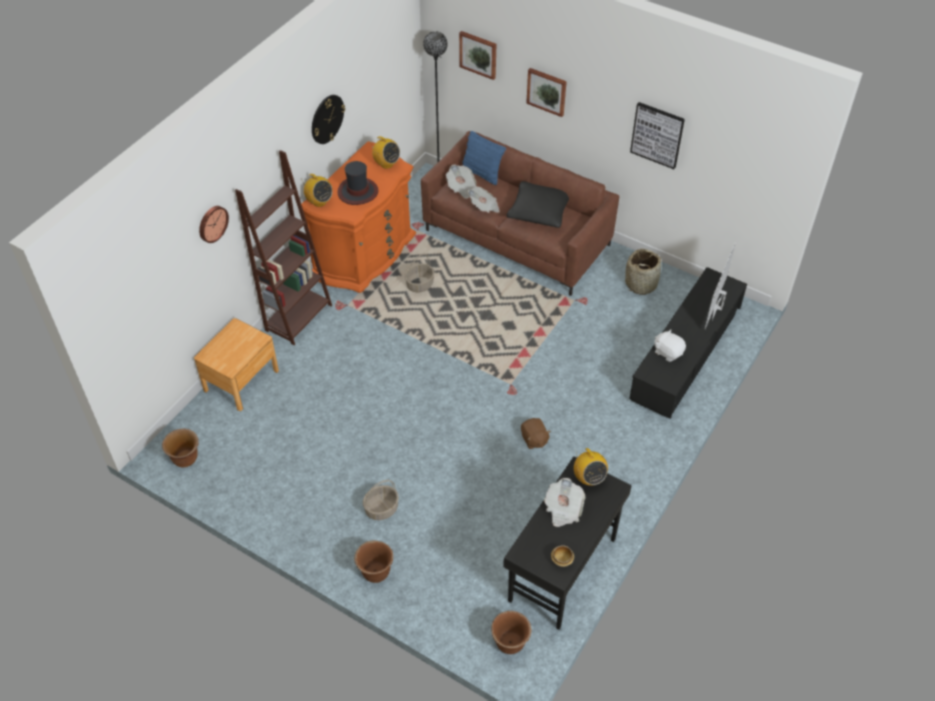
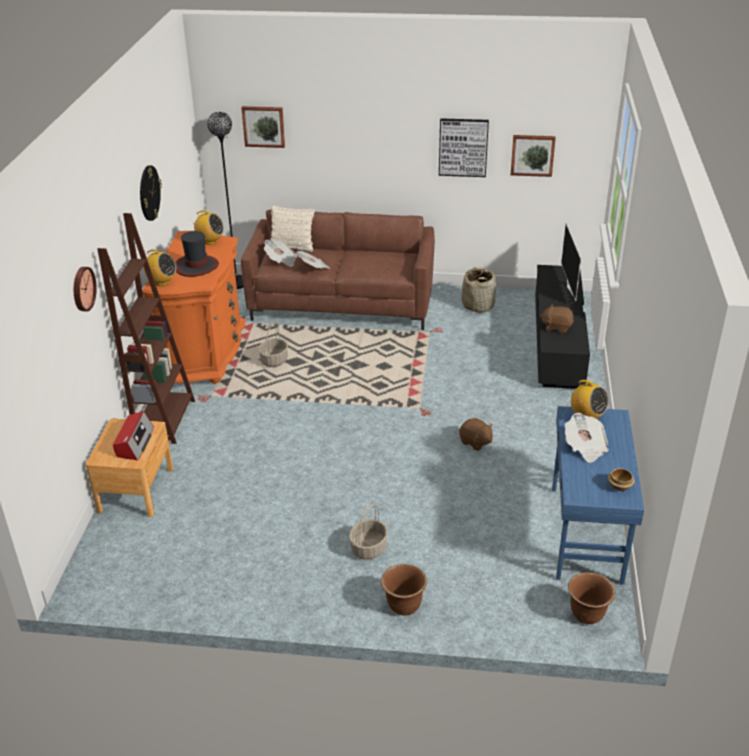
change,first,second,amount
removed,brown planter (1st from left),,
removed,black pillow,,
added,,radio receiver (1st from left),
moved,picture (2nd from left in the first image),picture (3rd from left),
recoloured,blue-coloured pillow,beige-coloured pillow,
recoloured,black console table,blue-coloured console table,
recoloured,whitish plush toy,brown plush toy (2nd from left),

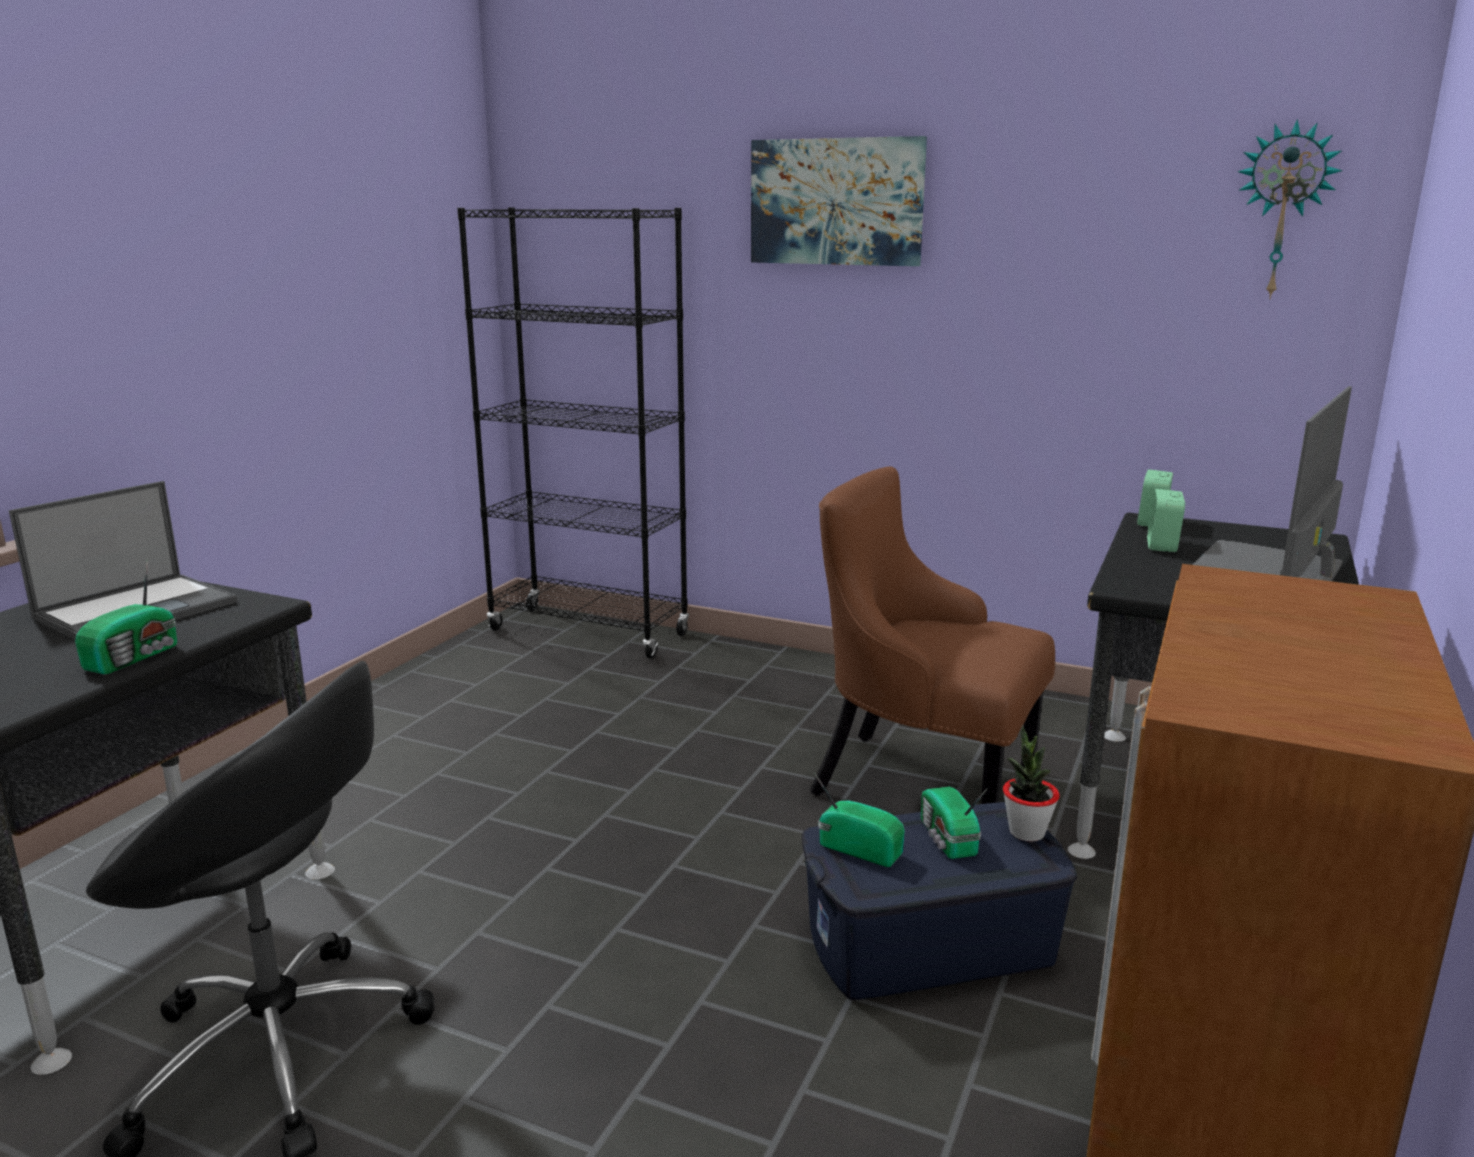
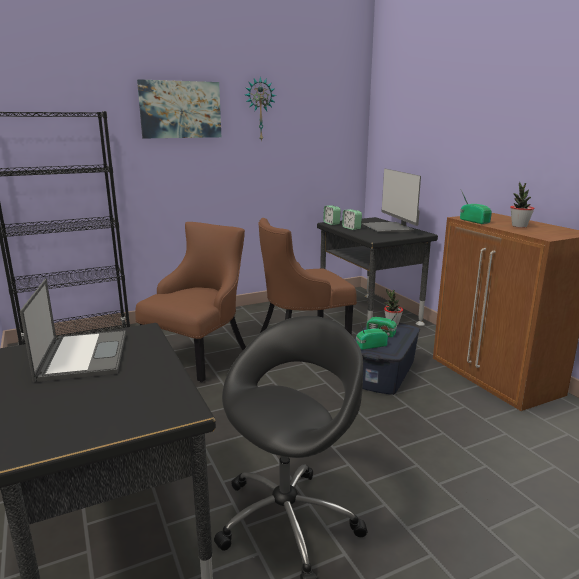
change,first,second,amount
added,,brown chair (1st from left),
added,,potted plant (2nd from left),
moved,radio receiver (1st from left in the first image),radio receiver (3rd from left),
moved,wall clock,,

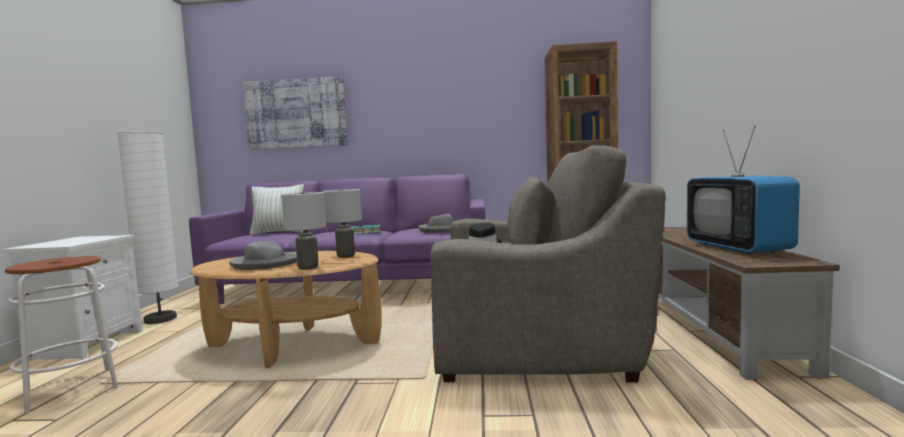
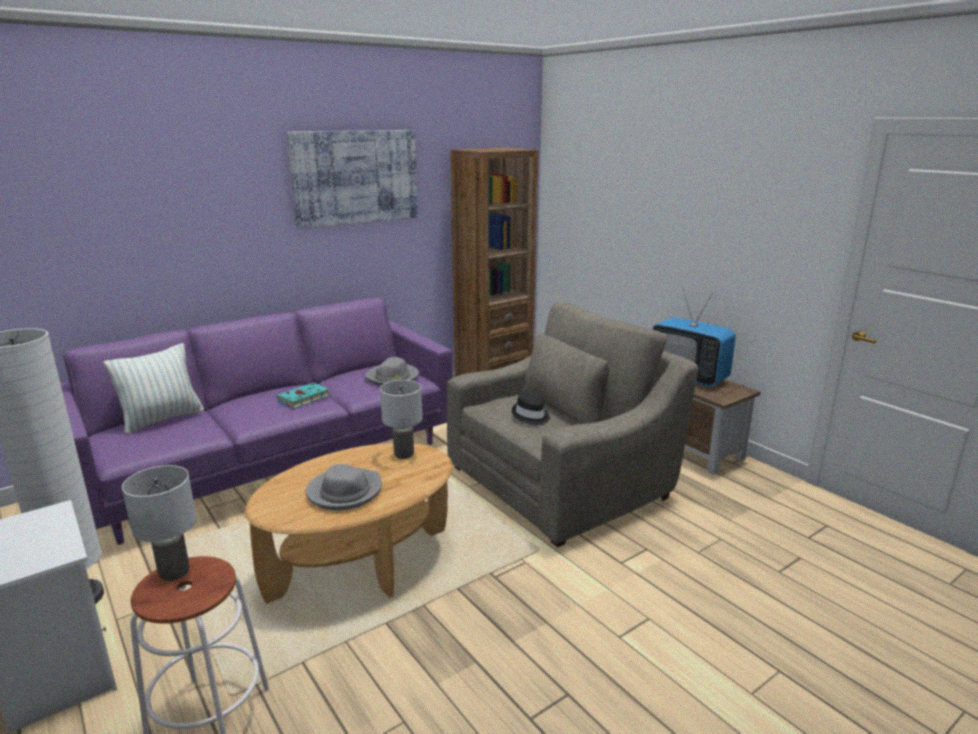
change,first,second,amount
moved,picture,,
moved,whitish table lamp (1st from left),,

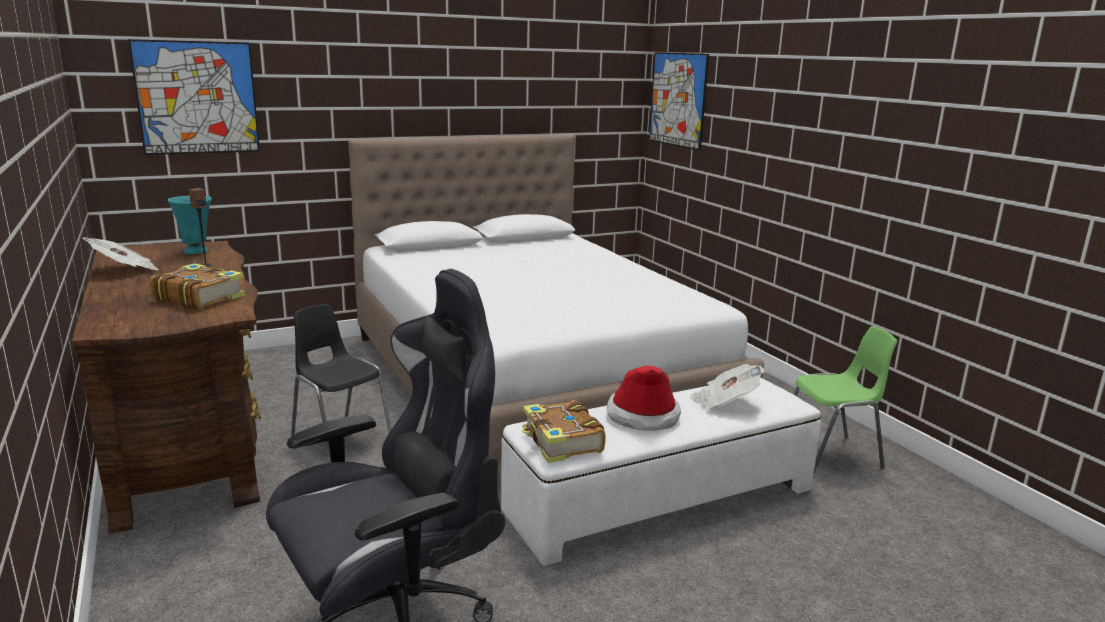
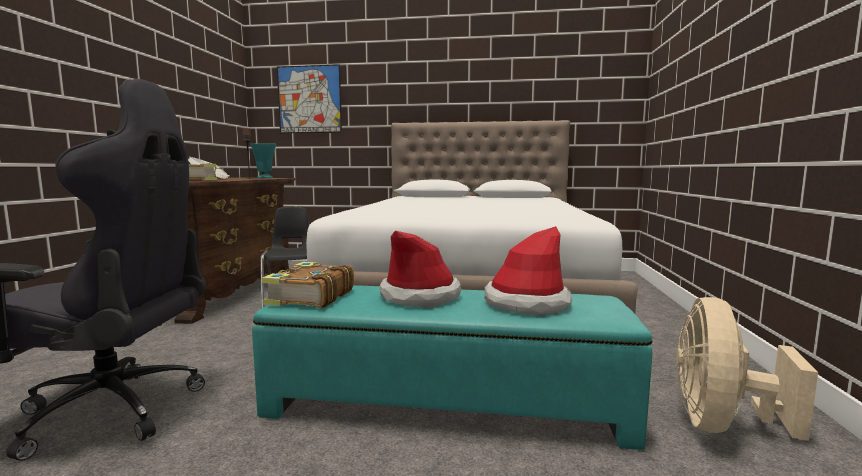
change,first,second,amount
removed,picture (2nd from left),,
replaced,daily paper (2nd from left),hat (2nd from left),
replaced,green chair,beige-coloured electric fan,
recoloured,whitish long seat,turquoise-coloured long seat,

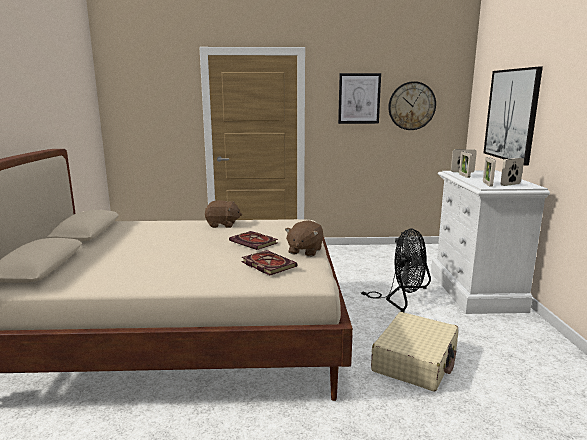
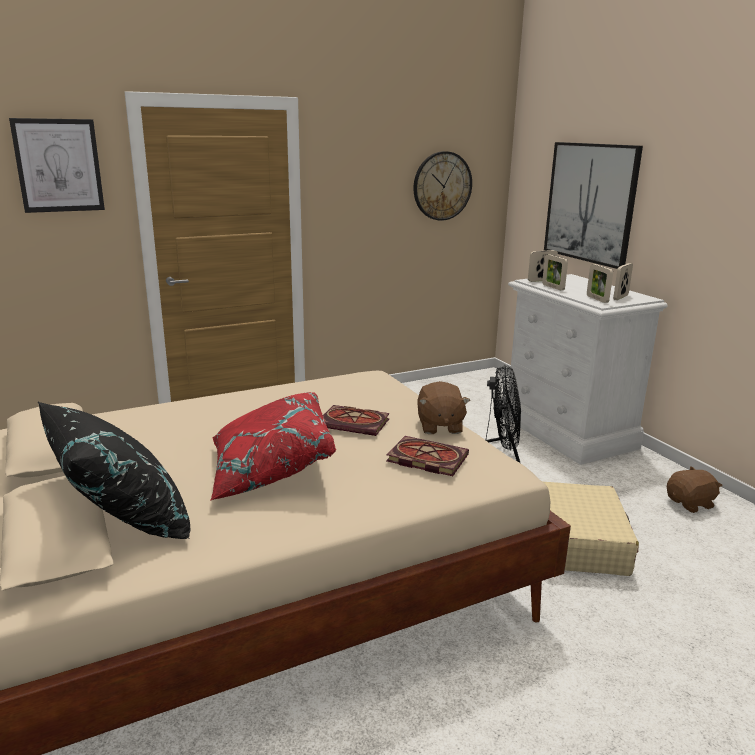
change,first,second,amount
added,,black pillow,
added,,red pillow,
moved,brown plush toy (1st from left in the first image),brown plush toy (2nd from left),
moved,picture (1st from left),,

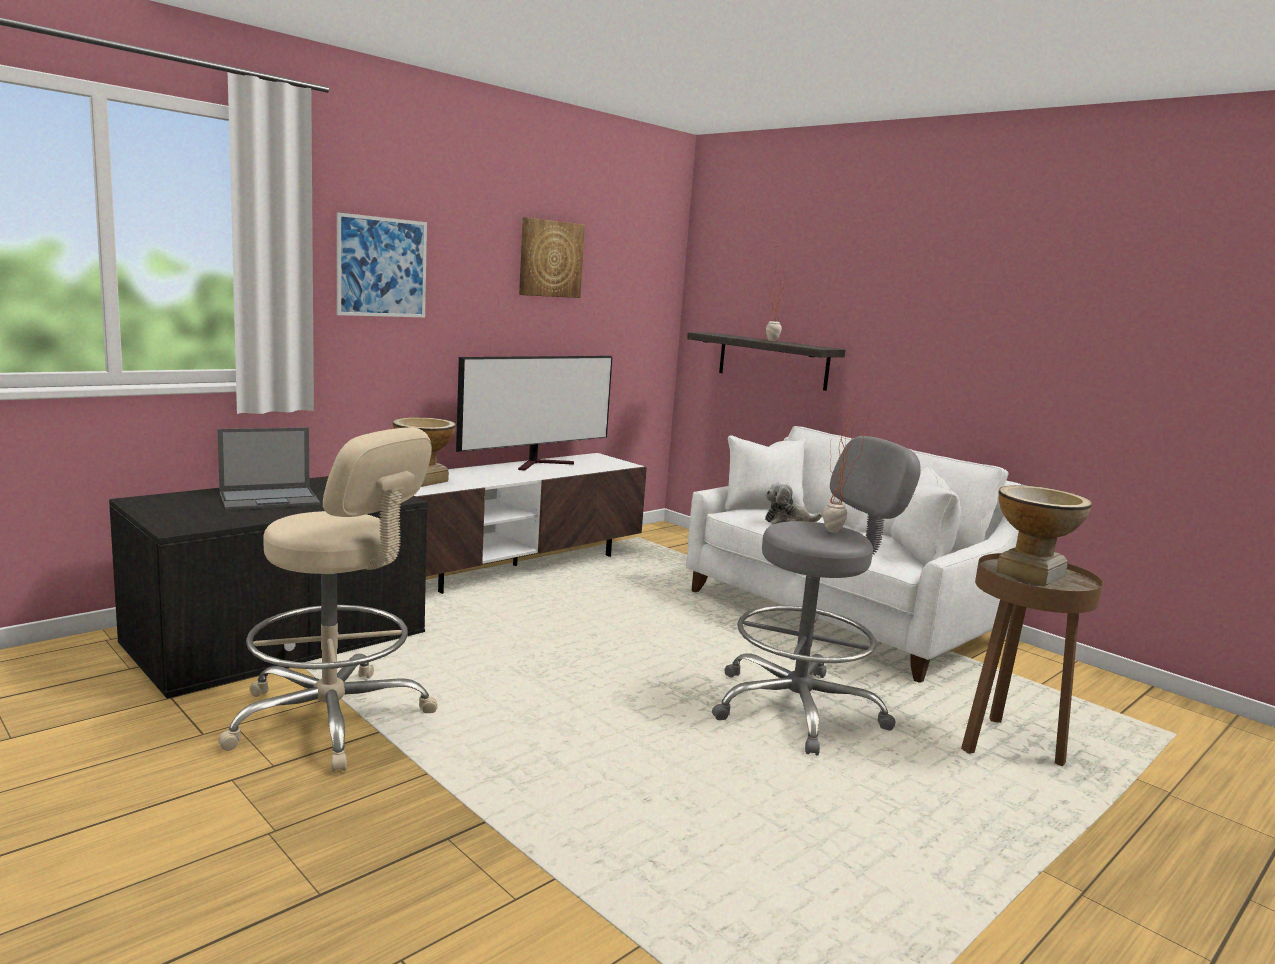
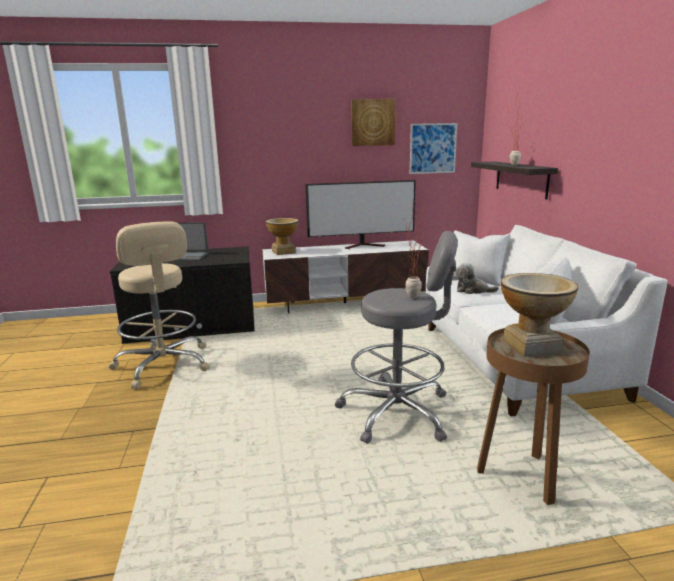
change,first,second,amount
moved,picture (1st from left in the first image),picture (2nd from left),

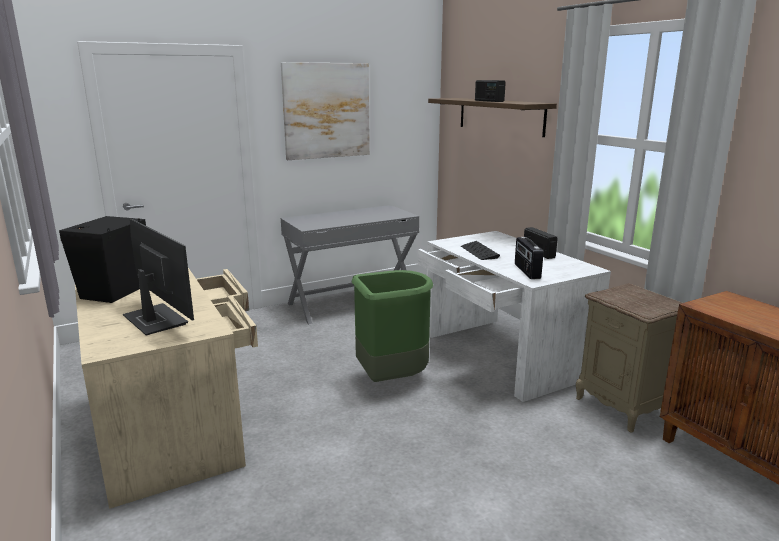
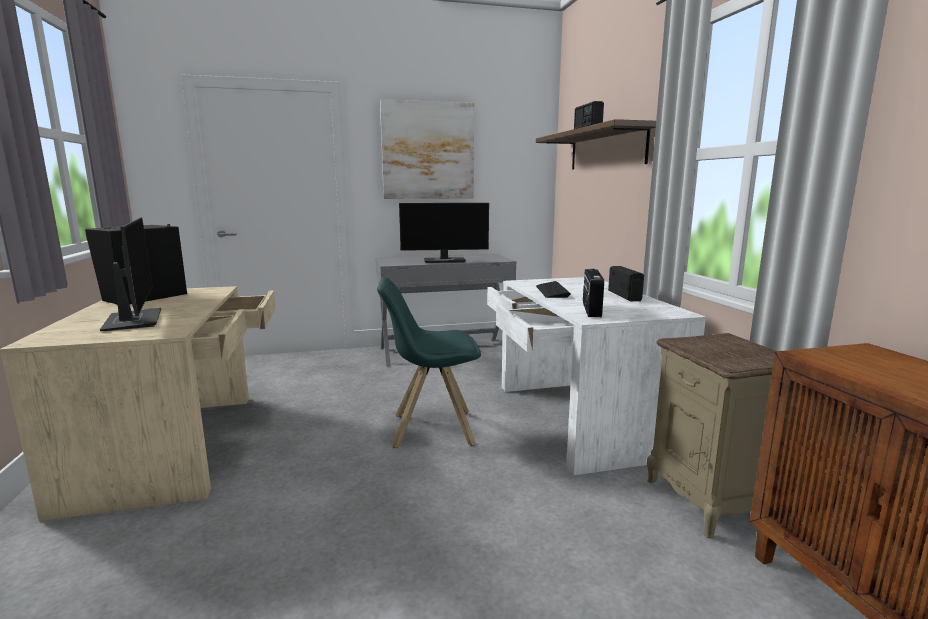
change,first,second,amount
added,,monitor (2nd from left),
replaced,green waste bin,turquoise-coloured chair,

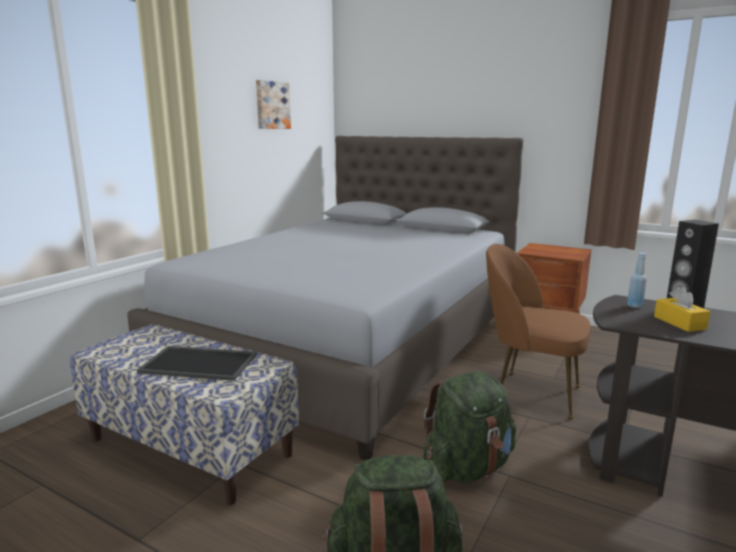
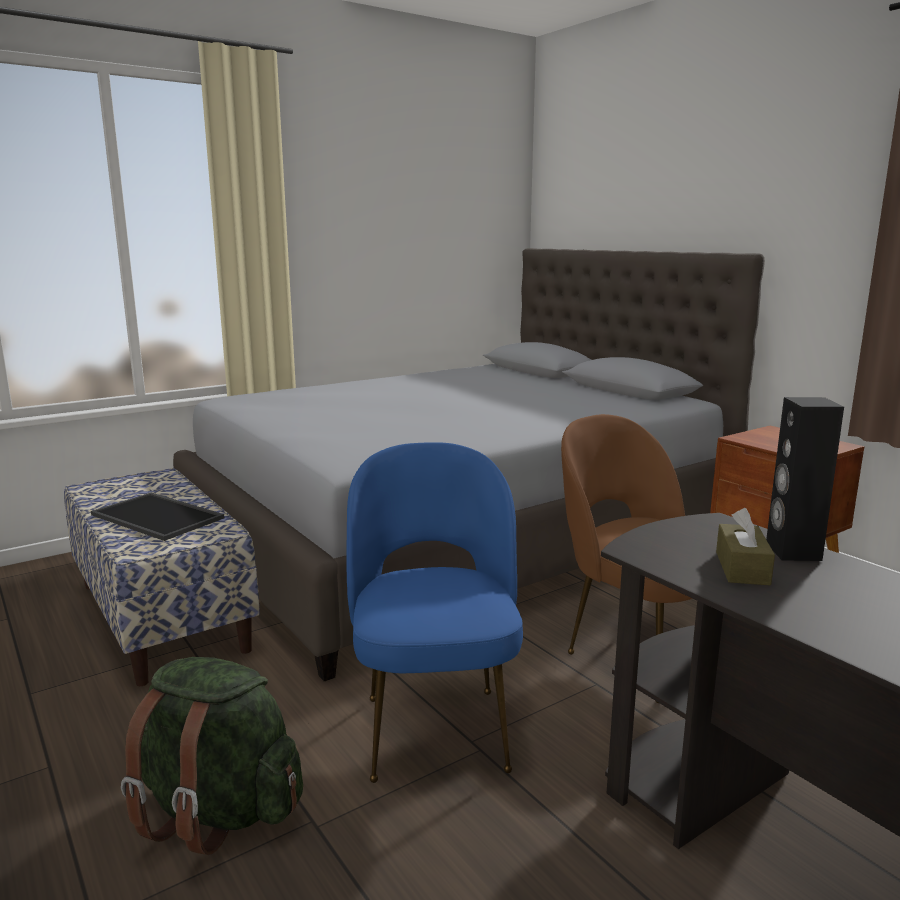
change,first,second,amount
removed,picture,,
removed,blue-coloured bottle,,
replaced,green knapsack (2nd from left),blue-coloured chair,
recoloured,yellow tissue box,brown tissue box,

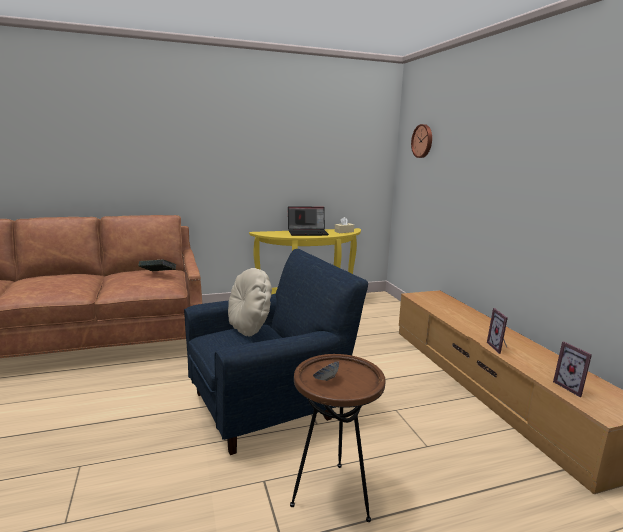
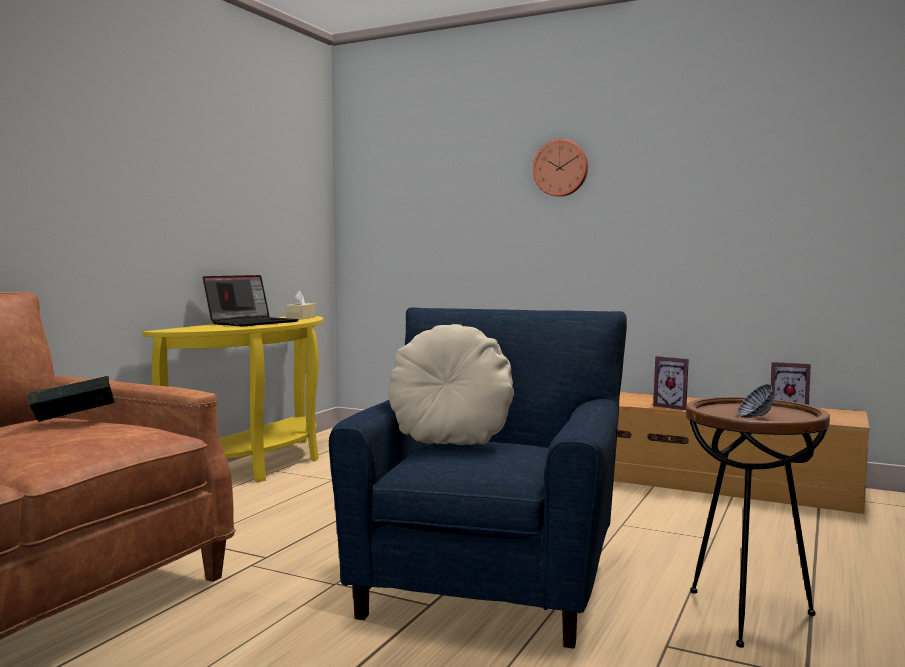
change,first,second,amount
moved,wall clock,,

